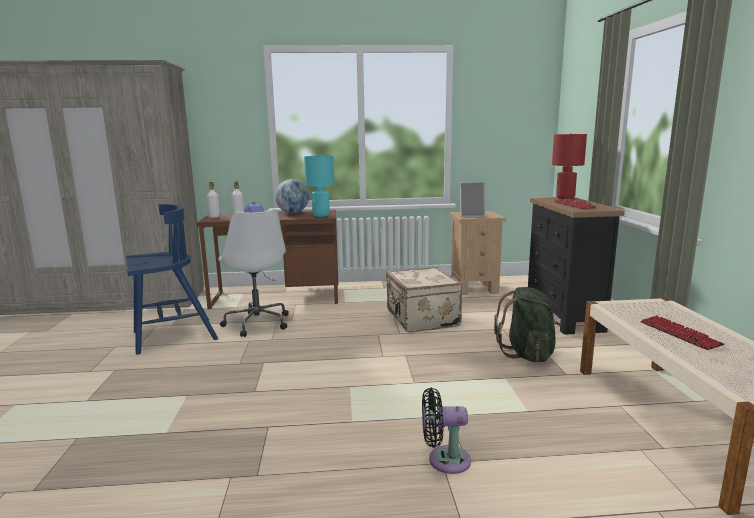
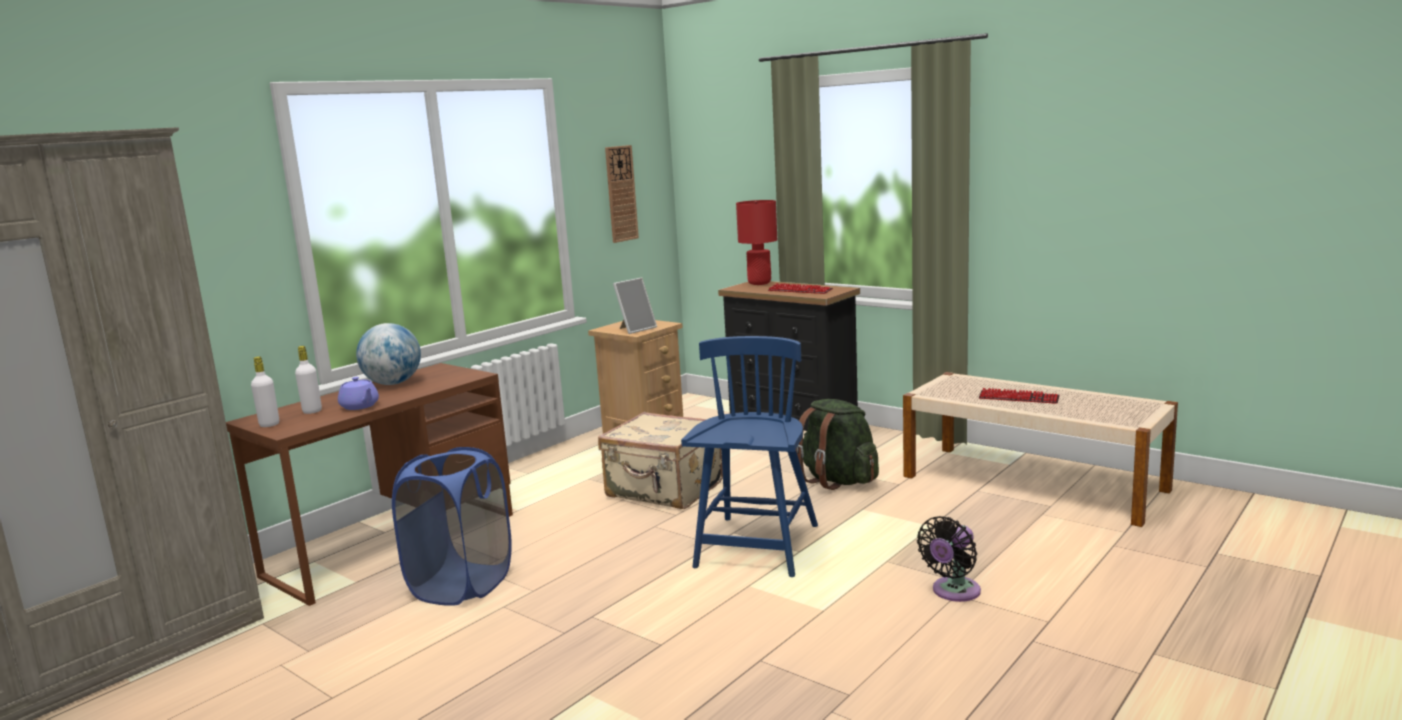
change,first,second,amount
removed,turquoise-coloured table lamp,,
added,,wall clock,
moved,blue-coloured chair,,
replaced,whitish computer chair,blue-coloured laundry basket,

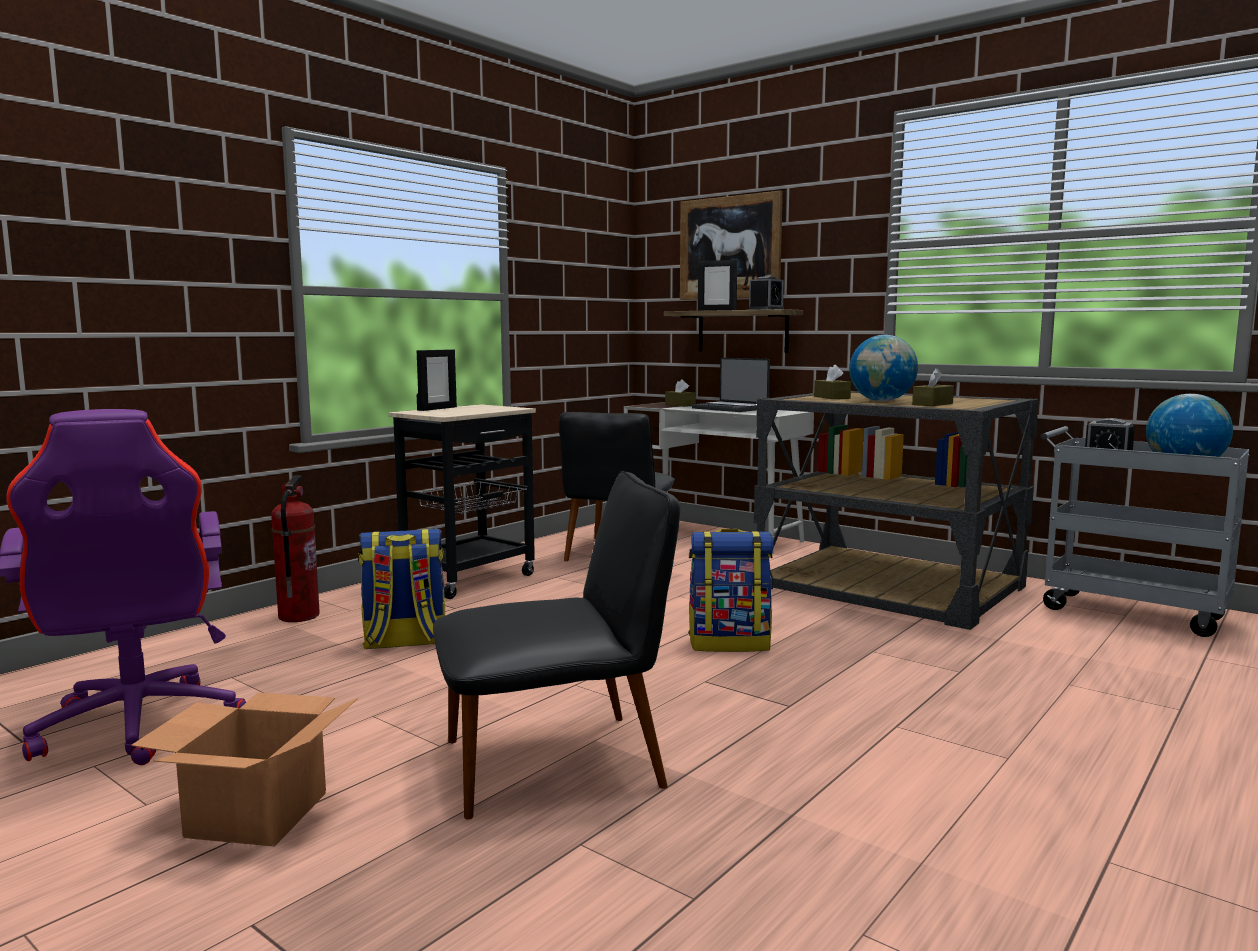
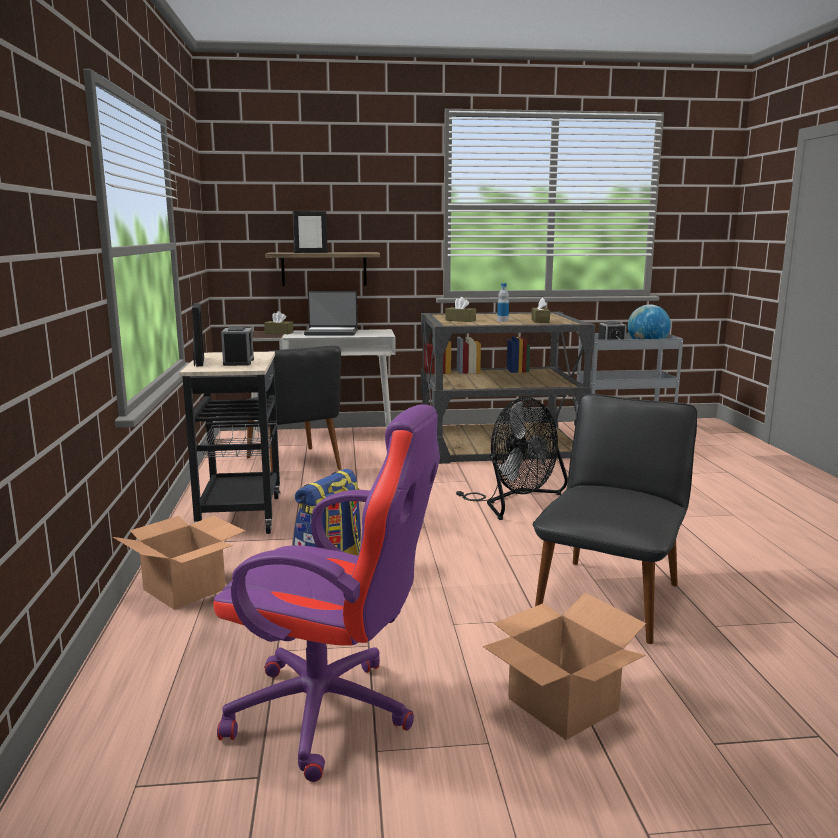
change,first,second,amount
removed,picture,,
moved,bedside clock (1st from left),,
replaced,extinguisher,carton (1st from left),
replaced,knapsack (2nd from left),black electric fan,
replaced,world globe (1st from left),bottle,

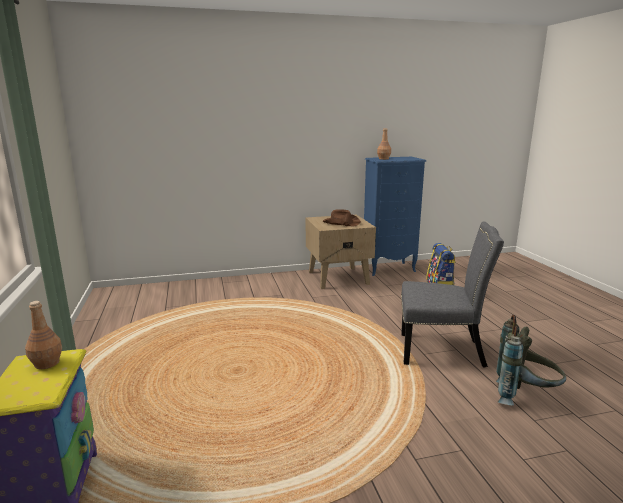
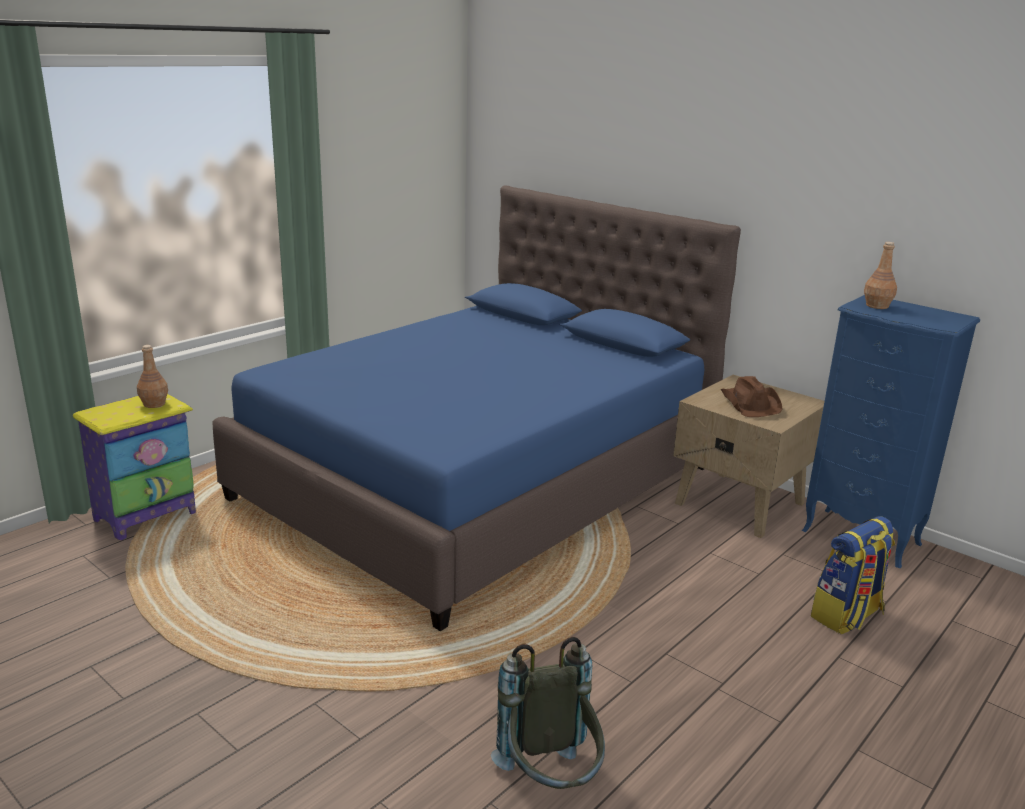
change,first,second,amount
removed,greyish chair,,
added,,blue-coloured bedroom bed,

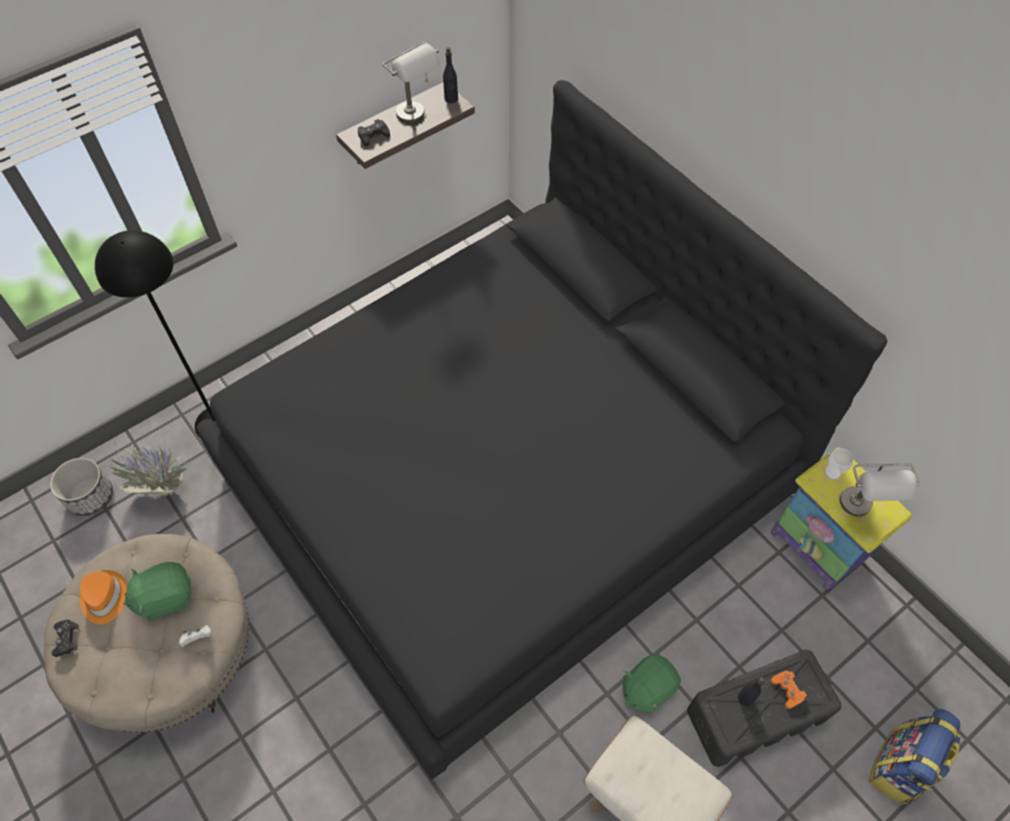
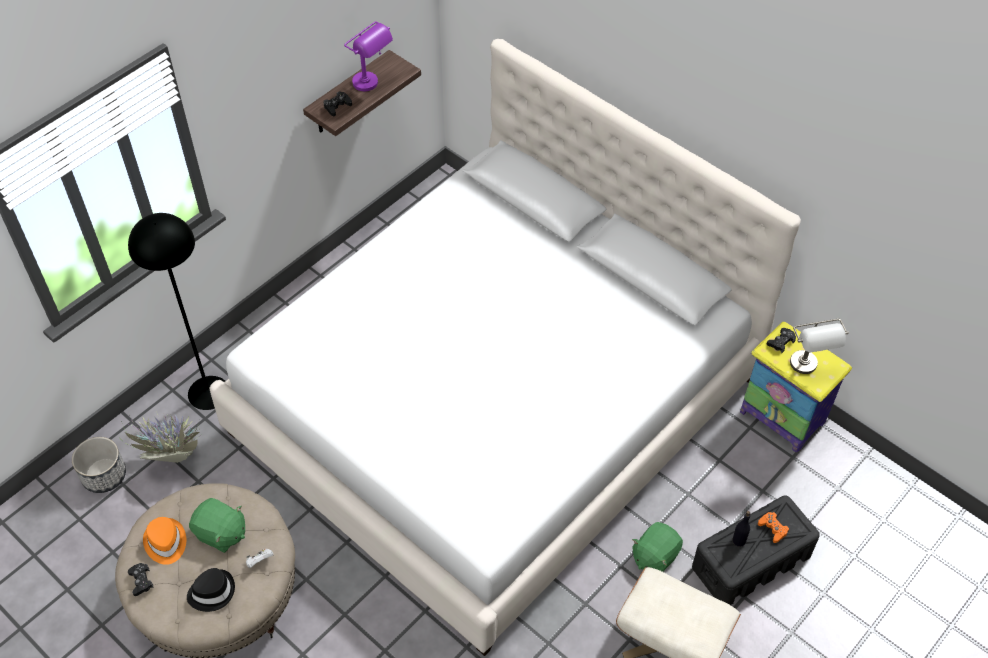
change,first,second,amount
removed,black bottle (1st from left),,
removed,knapsack,,
added,,black hat,
replaced,cup,black game controller (3rd from left),
recoloured,black bedroom bed,whitish bedroom bed,
recoloured,greyish table lamp (1st from left),purple-coloured table lamp,
turned,green plush toy (1st from left),,120 degrees counterclockwise

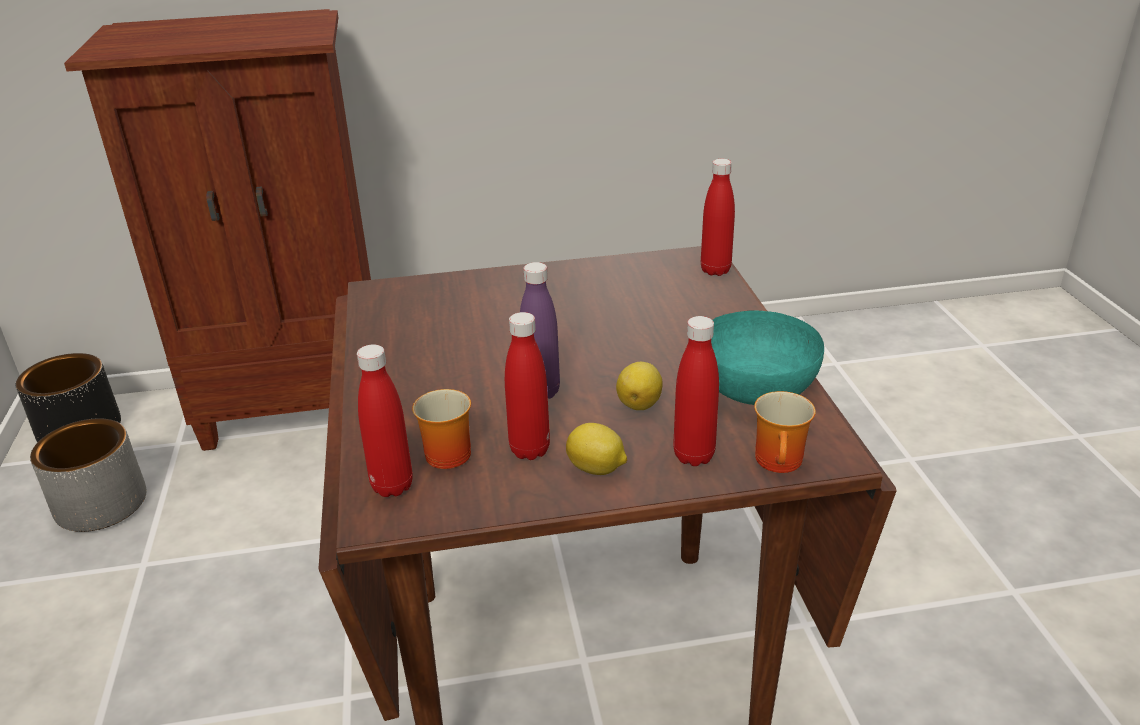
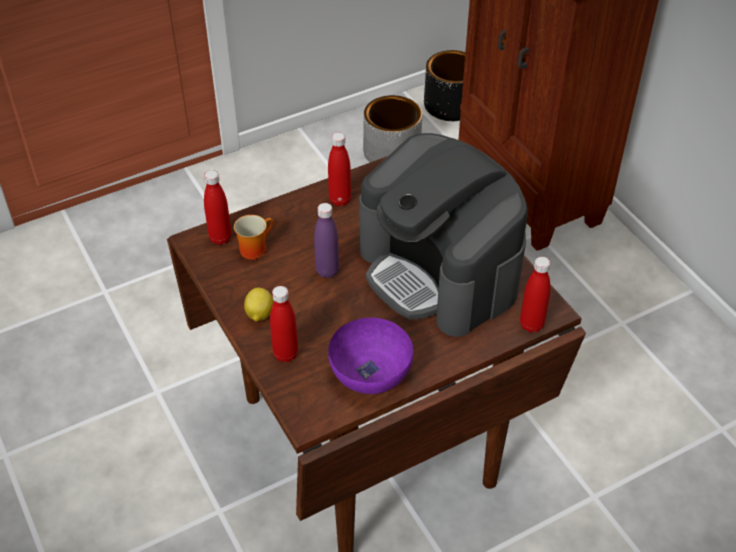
change,first,second,amount
removed,lemon (2nd from left),,
removed,tea mug (2nd from left),,
added,,coffee maker,
moved,red bottle (2nd from left in the first image),red bottle (3rd from left),
recoloured,turquoise-coloured bowl,purple-coloured bowl,

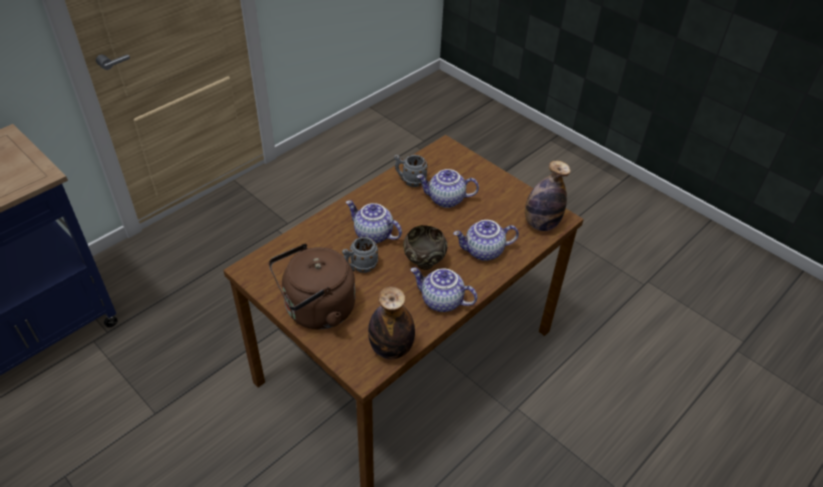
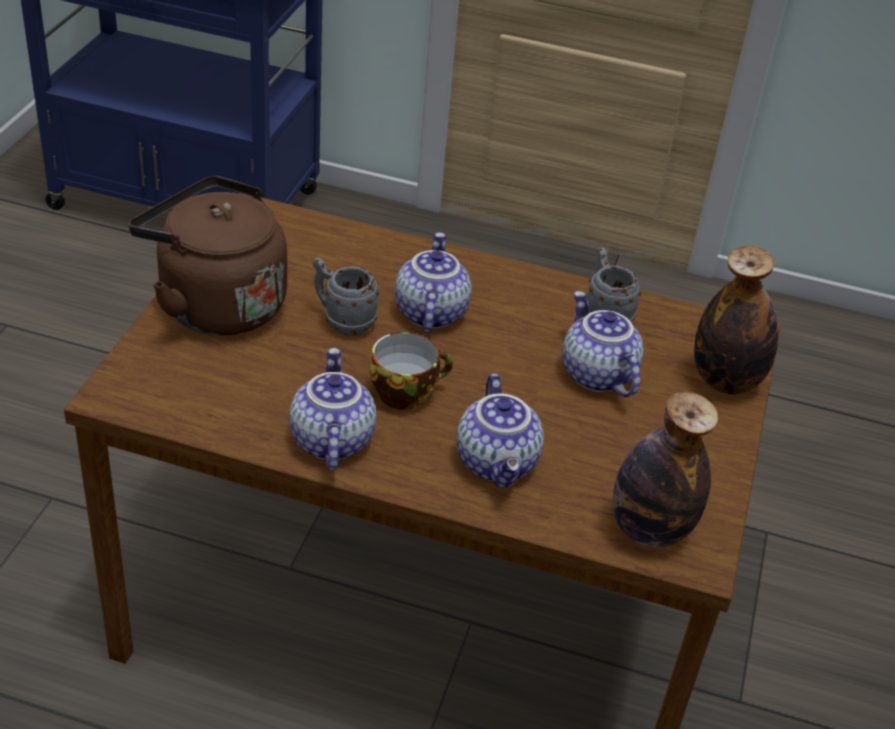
change,first,second,amount
moved,bottle (1st from left in the first image),bottle (2nd from left),
replaced,brown bowl,cup,
turned,teapot (4th from left in the first image),teapot (3rd from left),150 degrees counterclockwise

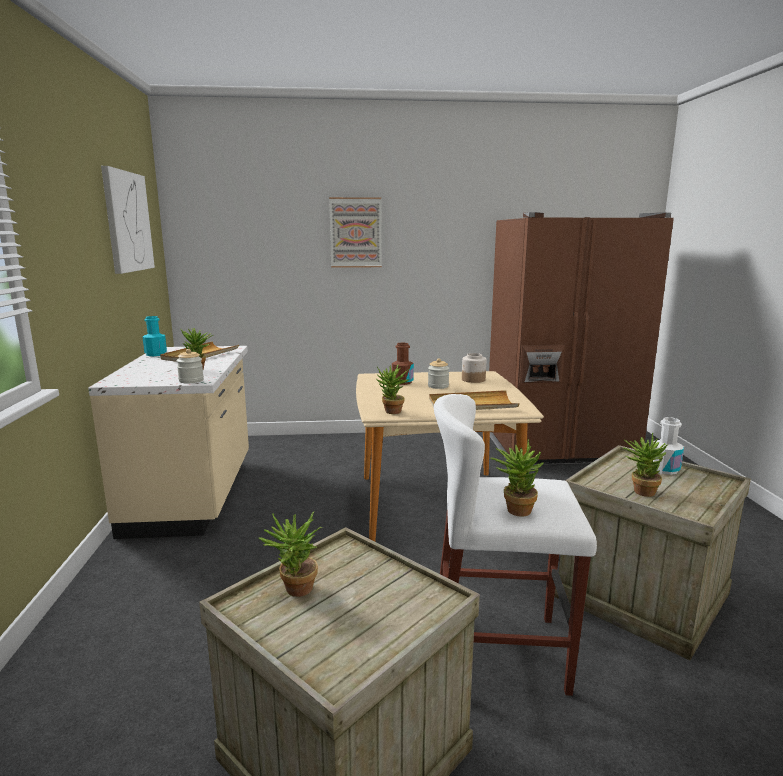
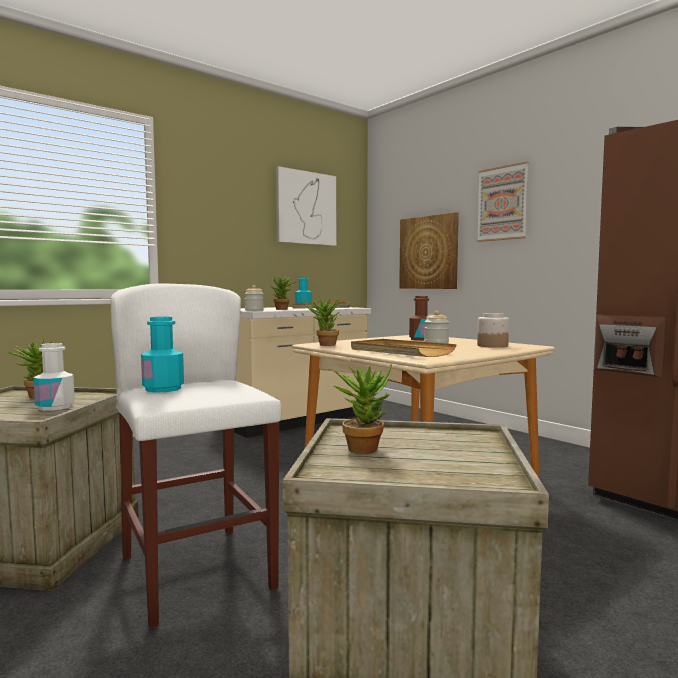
change,first,second,amount
added,,picture (2nd from left),
moved,whitish bottle,,
replaced,potted plant (4th from left),turquoise-coloured bottle (1st from left),

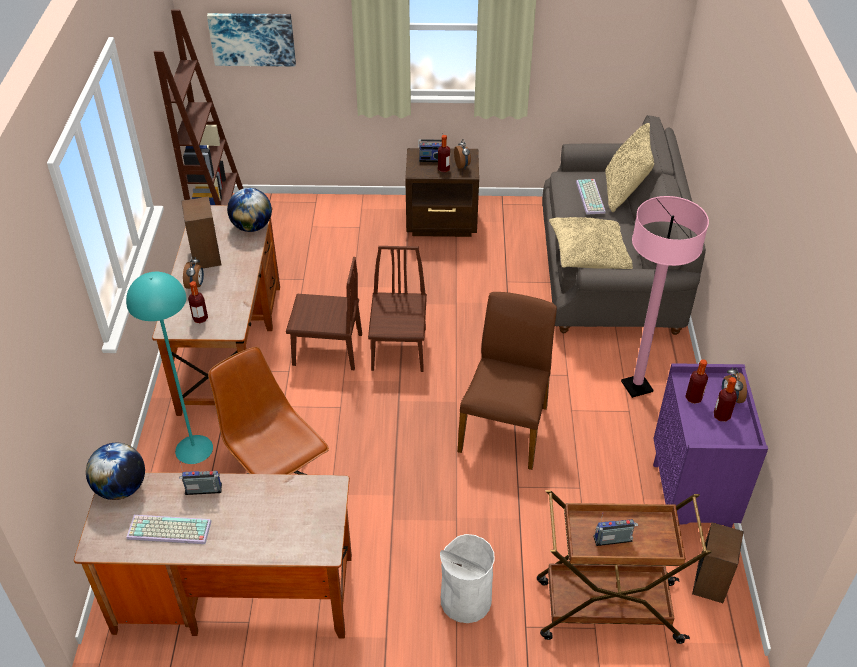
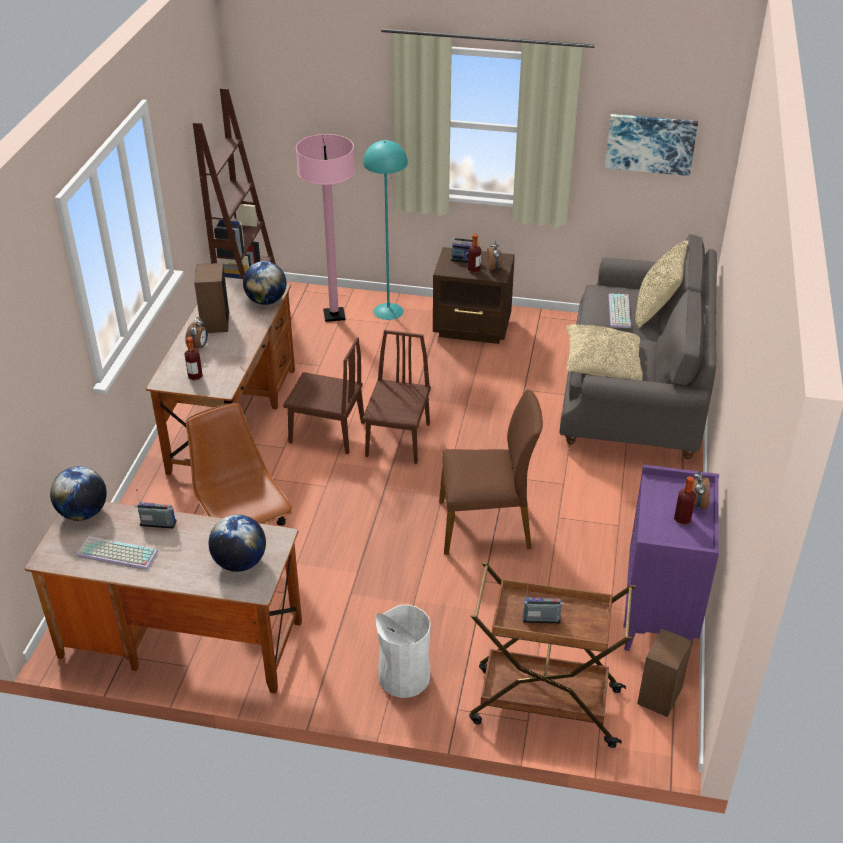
change,first,second,amount
removed,bottle (3rd from left),,
added,,world globe (2nd from left),
moved,turquoise-coloured floor lamp,,
moved,picture,,
moved,pink-coloured floor lamp,,
turned,brown chair (3rd from left),,60 degrees clockwise

